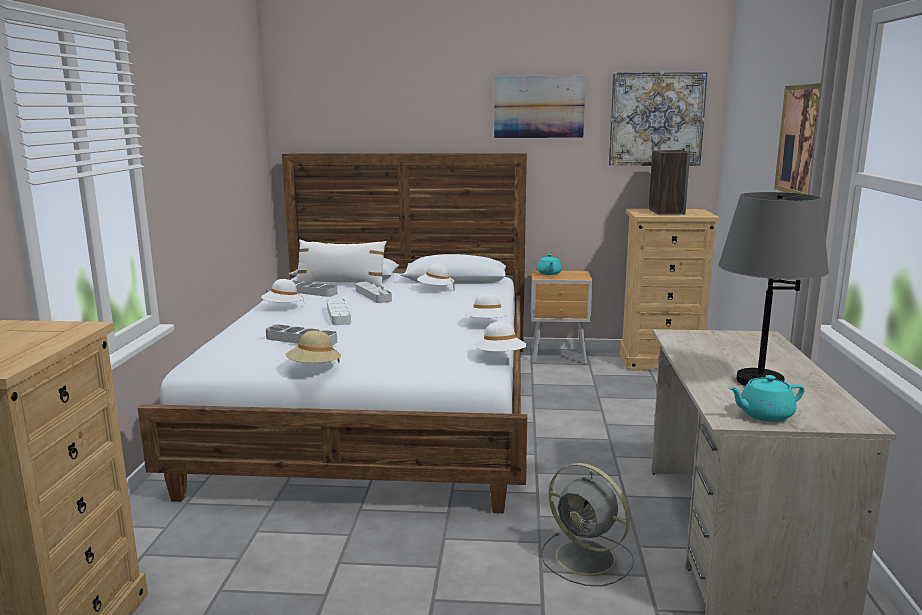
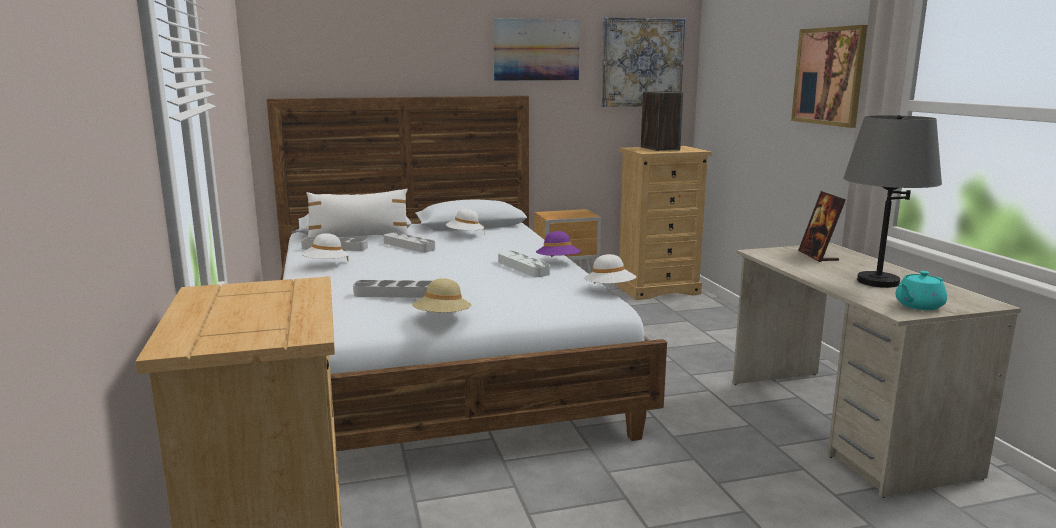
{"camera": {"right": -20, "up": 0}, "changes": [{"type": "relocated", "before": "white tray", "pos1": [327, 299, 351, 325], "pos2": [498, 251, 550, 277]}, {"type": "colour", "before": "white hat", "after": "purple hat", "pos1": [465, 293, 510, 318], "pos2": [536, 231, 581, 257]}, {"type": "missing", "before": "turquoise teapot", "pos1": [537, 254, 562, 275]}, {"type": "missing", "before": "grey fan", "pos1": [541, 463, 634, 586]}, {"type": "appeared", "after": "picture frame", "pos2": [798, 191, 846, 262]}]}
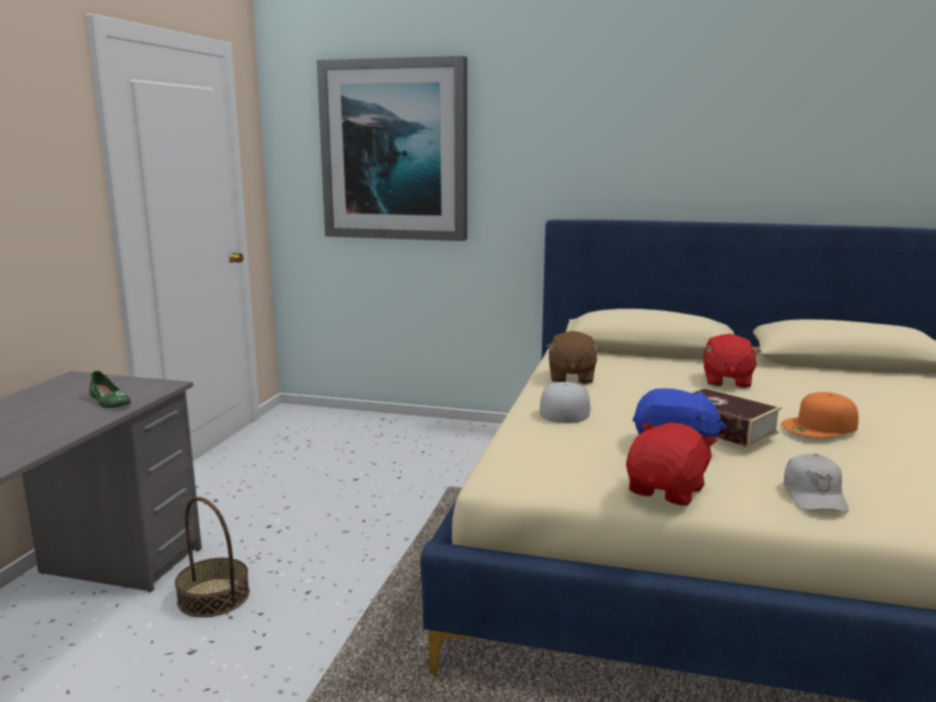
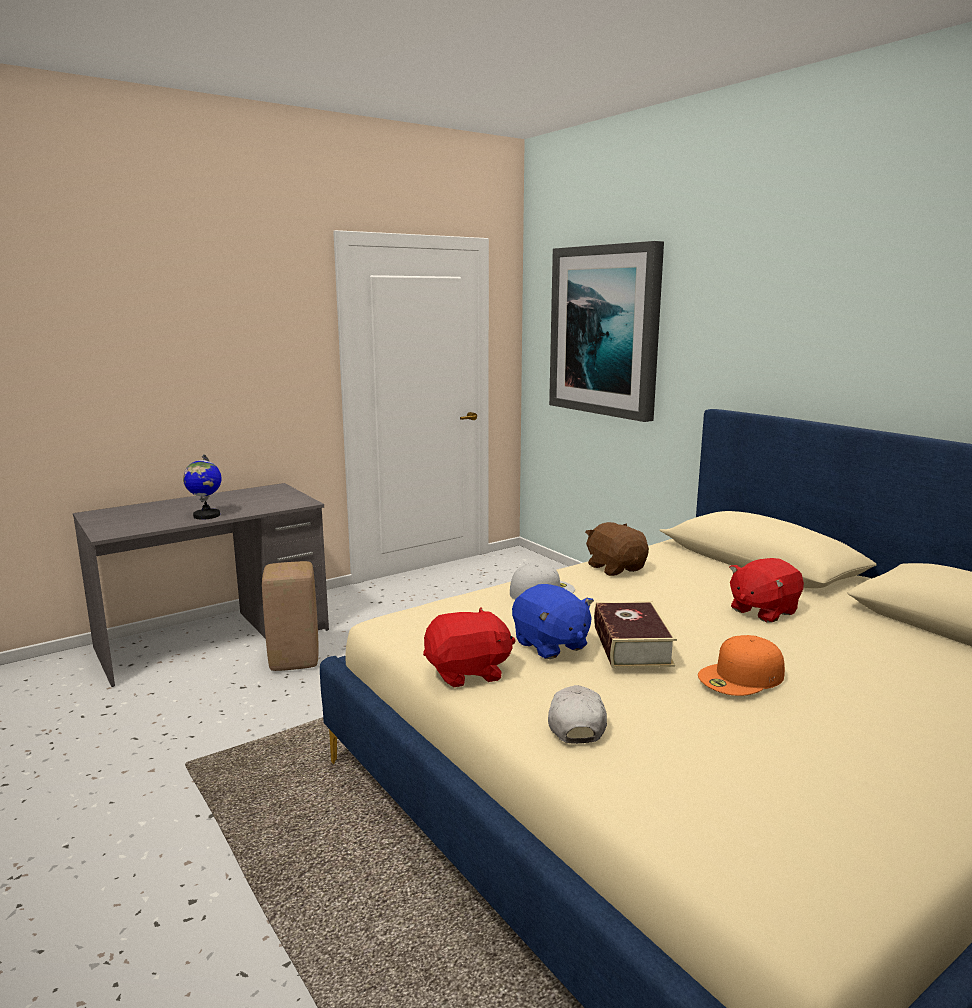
{"camera": {"right": 40, "up": 0}, "changes": [{"type": "missing", "before": "green shoe", "pos1": [89, 371, 131, 408]}, {"type": "exchanged", "before": "basket", "after": "beige stool", "pos1": [175, 497, 250, 617], "pos2": [262, 561, 319, 671]}, {"type": "spun", "before": "brown plush toy", "pos1": [547, 331, 601, 384], "pos2": [585, 522, 649, 576], "turn": 105}, {"type": "spun", "before": "orange cap", "pos1": [781, 392, 858, 438], "pos2": [698, 635, 785, 696], "turn": -45}, {"type": "spun", "before": "white cap", "pos1": [783, 454, 849, 513], "pos2": [548, 685, 607, 744], "turn": 135}, {"type": "appeared", "after": "globe", "pos2": [183, 454, 222, 520]}]}
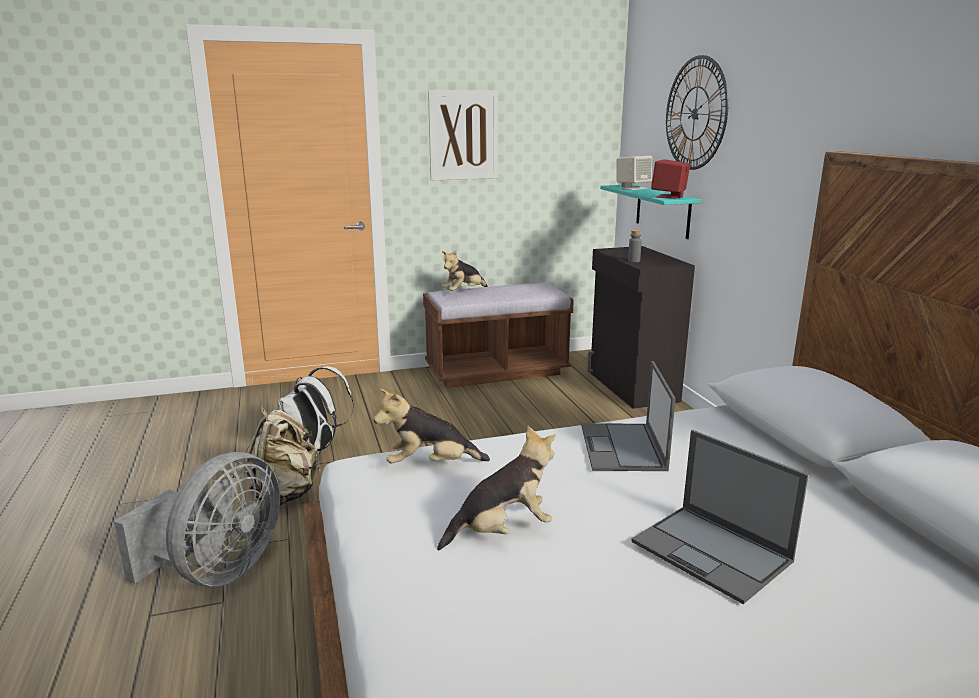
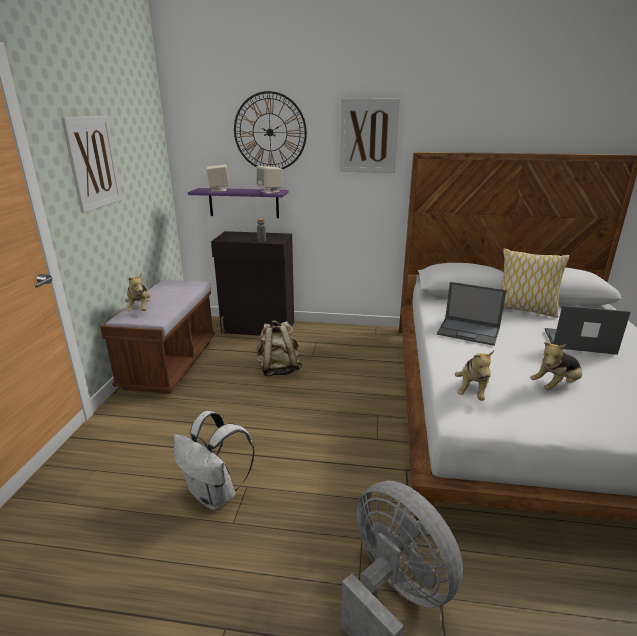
{"camera": {"right": -65, "up": 5}, "changes": [{"type": "relocated", "before": "beige backpack", "pos1": [244, 406, 321, 505], "pos2": [257, 320, 302, 376]}, {"type": "spun", "before": "plush toy", "pos1": [437, 426, 556, 550], "pos2": [530, 342, 582, 391], "turn": -120}, {"type": "colour", "before": "turquoise shelf", "after": "purple shelf", "pos1": [600, 185, 701, 239], "pos2": [188, 188, 289, 218]}, {"type": "spun", "before": "laptop", "pos1": [631, 430, 809, 604], "pos2": [545, 305, 631, 355], "turn": -150}, {"type": "colour", "before": "red speaker", "after": "beige speaker", "pos1": [651, 159, 690, 199], "pos2": [256, 166, 283, 193]}, {"type": "appeared", "after": "picture", "pos2": [340, 99, 400, 173]}, {"type": "appeared", "after": "pillow", "pos2": [501, 248, 570, 318]}]}
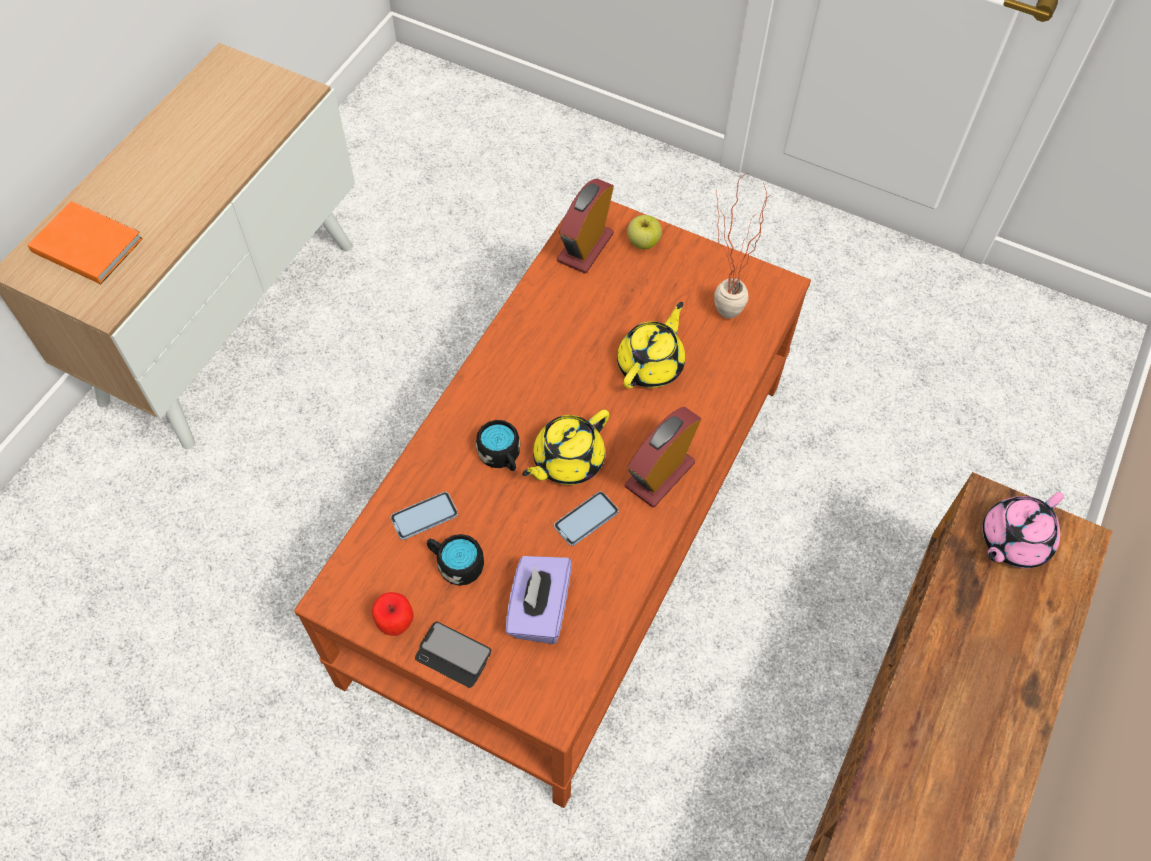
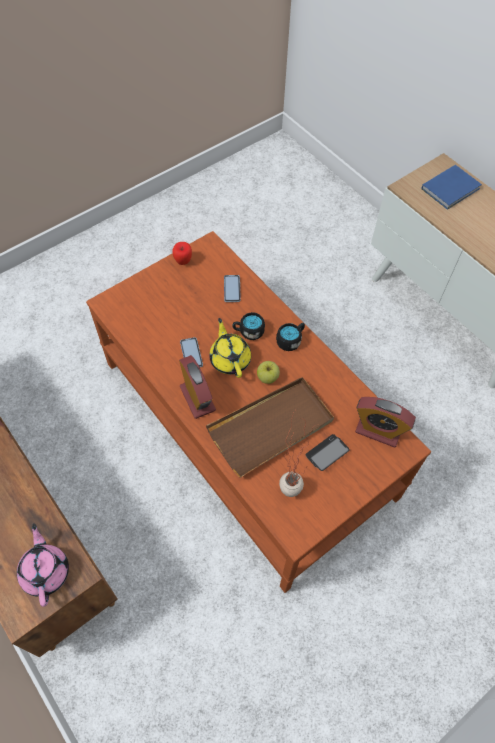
{"camera": {"right": 115, "up": 0}, "changes": [{"type": "colour", "before": "orange book", "after": "blue book", "pos1": [28, 201, 143, 284], "pos2": [421, 165, 482, 210]}, {"type": "relocated", "before": "phone", "pos1": [415, 621, 491, 688], "pos2": [306, 434, 350, 471]}, {"type": "relocated", "before": "black mug", "pos1": [427, 534, 484, 586], "pos2": [276, 323, 305, 351]}, {"type": "missing", "before": "purple tissue box", "pos1": [506, 556, 572, 644]}, {"type": "spun", "before": "alarm clock", "pos1": [557, 179, 614, 273], "pos2": [355, 397, 416, 448], "turn": 150}, {"type": "exchanged", "before": "yellow teapot", "after": "brown tray", "pos1": [617, 302, 685, 389], "pos2": [206, 377, 334, 478]}, {"type": "relocated", "before": "apple", "pos1": [627, 215, 662, 249], "pos2": [257, 361, 280, 384]}]}
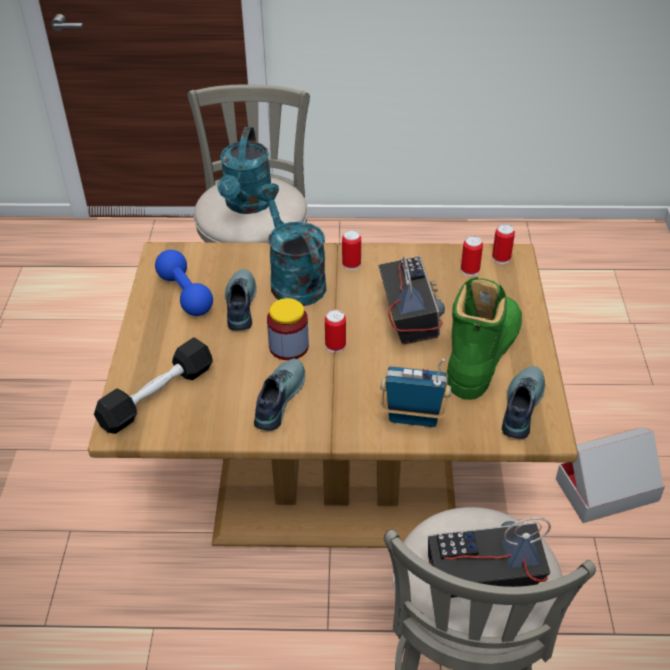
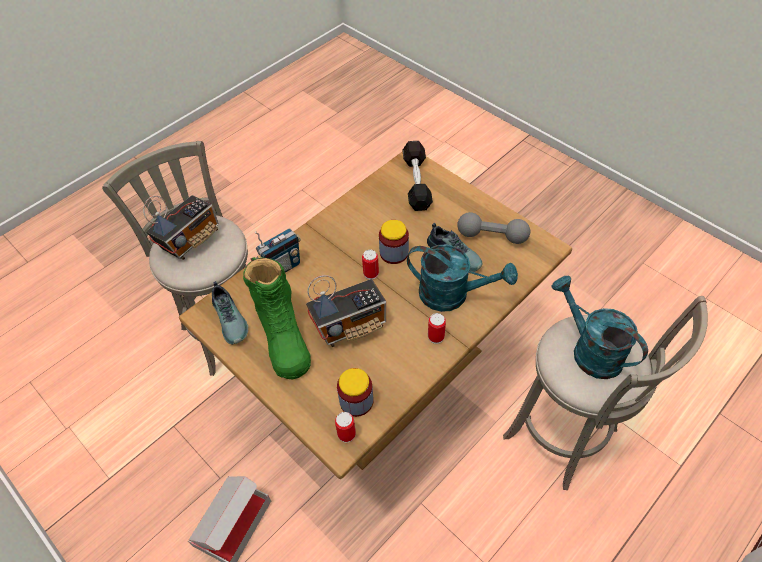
{"camera": {"right": 135, "up": 10}, "changes": [{"type": "colour", "before": "blue dumbbell", "after": "grey dumbbell", "pos1": [155, 250, 213, 316], "pos2": [457, 212, 530, 244]}, {"type": "missing", "before": "shoe", "pos1": [254, 359, 305, 431]}, {"type": "spun", "before": "radio", "pos1": [379, 255, 445, 344], "pos2": [306, 275, 386, 347], "turn": -60}, {"type": "exchanged", "before": "can", "after": "jar", "pos1": [461, 236, 483, 276], "pos2": [337, 368, 373, 417]}]}
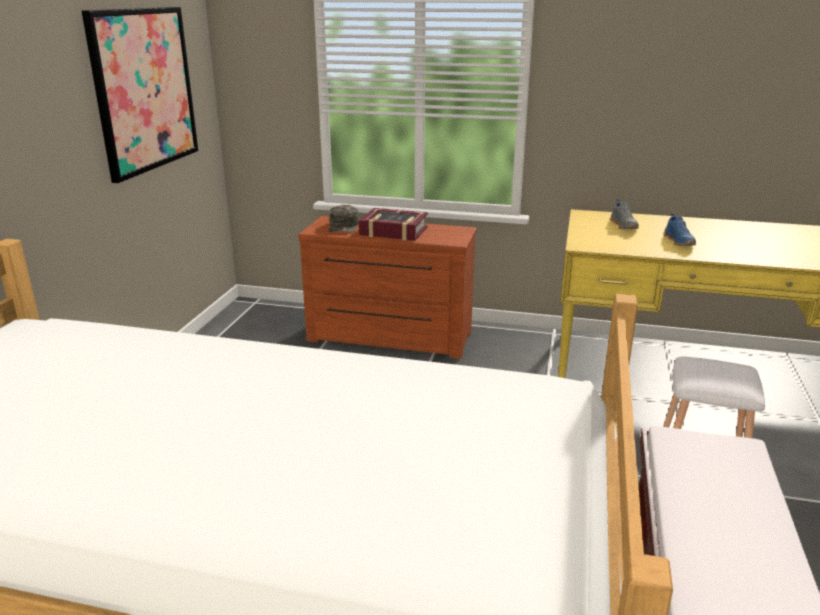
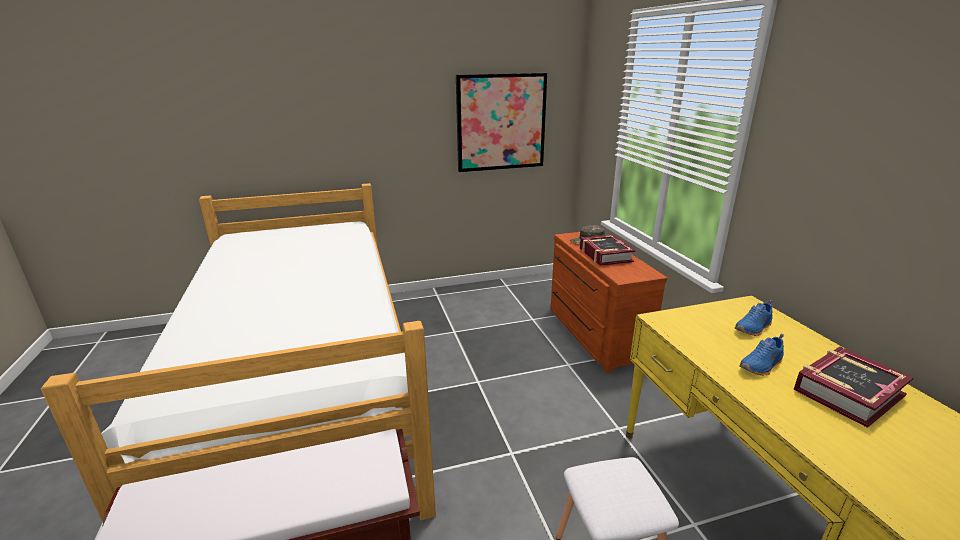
{"camera": {"right": 60, "up": 0}, "changes": [{"type": "colour", "before": "grey shoe", "after": "blue shoe", "pos1": [610, 199, 639, 229], "pos2": [735, 300, 773, 336]}, {"type": "appeared", "after": "book", "pos2": [794, 347, 914, 428]}]}
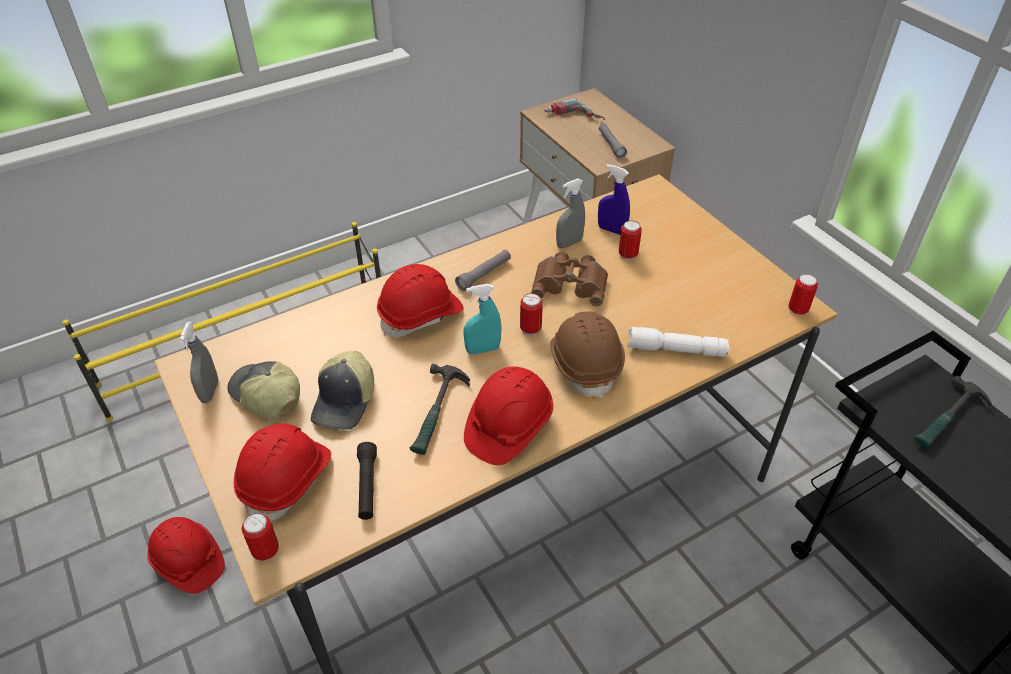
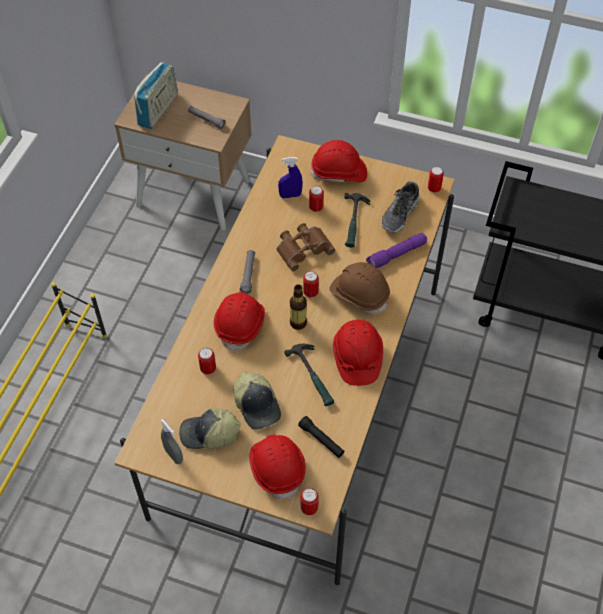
{"camera": {"right": -40, "up": 10}, "changes": [{"type": "relocated", "before": "red hard hat", "pos1": [147, 517, 225, 594], "pos2": [310, 140, 367, 182]}, {"type": "exchanged", "before": "turquoise spray bottle", "after": "bottle", "pos1": [463, 284, 502, 355], "pos2": [290, 284, 307, 330]}, {"type": "exchanged", "before": "power drill", "after": "radio", "pos1": [544, 98, 605, 120], "pos2": [134, 62, 178, 129]}, {"type": "missing", "before": "grey spray bottle", "pos1": [556, 178, 585, 248]}, {"type": "colour", "before": "white flashlight", "after": "purple flashlight", "pos1": [627, 327, 730, 357], "pos2": [366, 232, 427, 268]}, {"type": "relocated", "before": "hammer", "pos1": [914, 375, 992, 449], "pos2": [344, 193, 371, 248]}, {"type": "appeared", "after": "can", "pos2": [198, 348, 216, 375]}, {"type": "appeared", "after": "shoe", "pos2": [381, 181, 420, 233]}]}
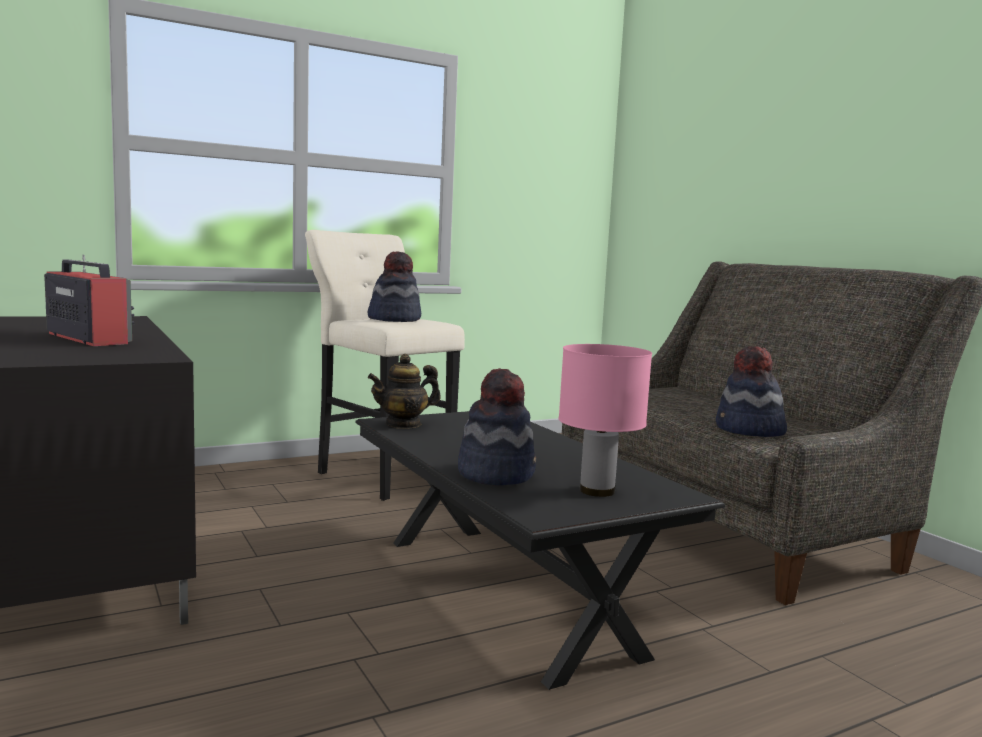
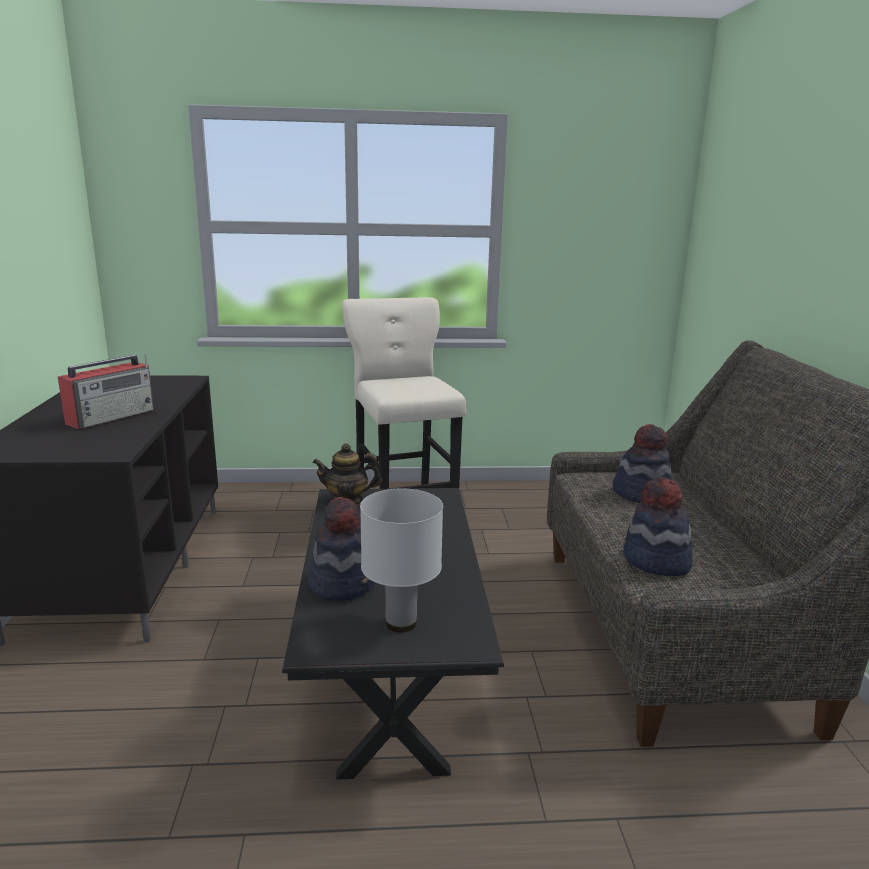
{"camera": {"right": 25, "up": 10}, "changes": [{"type": "spun", "before": "radio", "pos1": [44, 255, 135, 346], "pos2": [58, 353, 154, 429], "turn": 60}, {"type": "relocated", "before": "hat", "pos1": [368, 251, 421, 322], "pos2": [613, 424, 672, 503]}, {"type": "colour", "before": "pink table lamp", "after": "white table lamp", "pos1": [559, 344, 652, 497], "pos2": [360, 488, 443, 633]}]}
